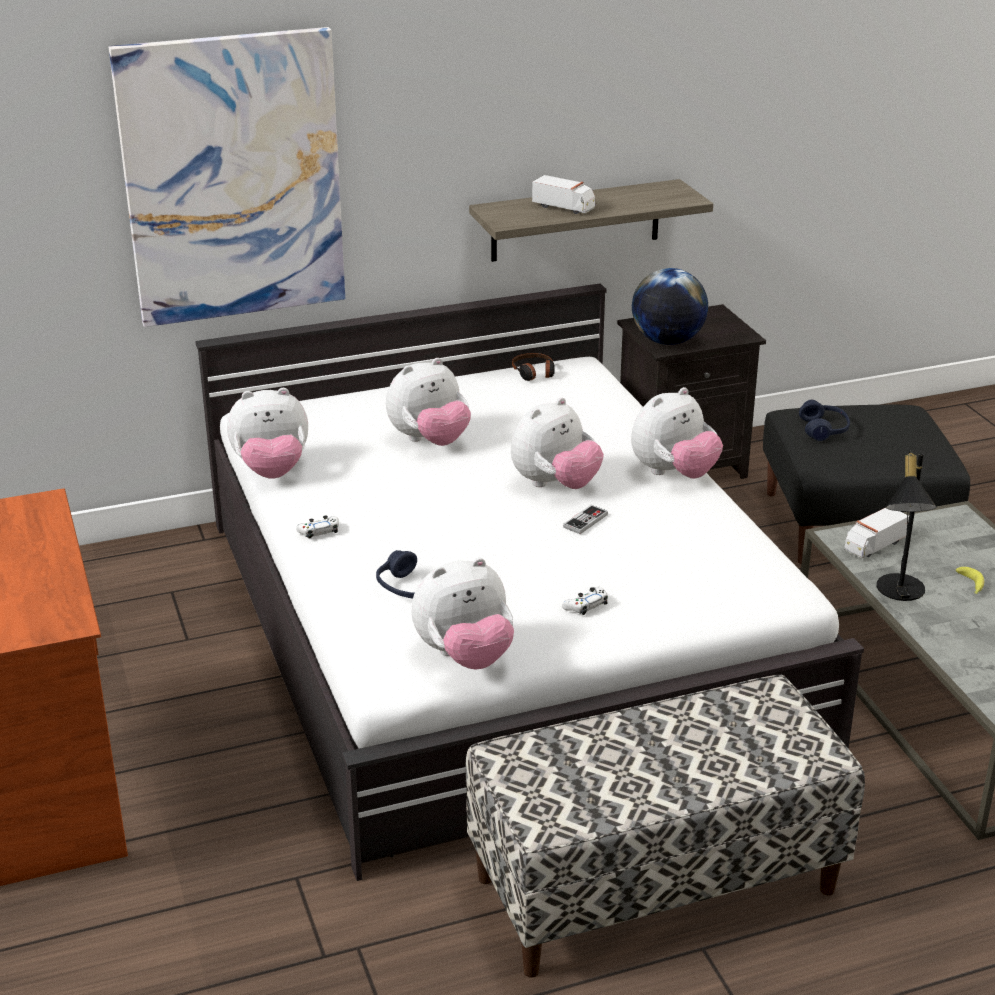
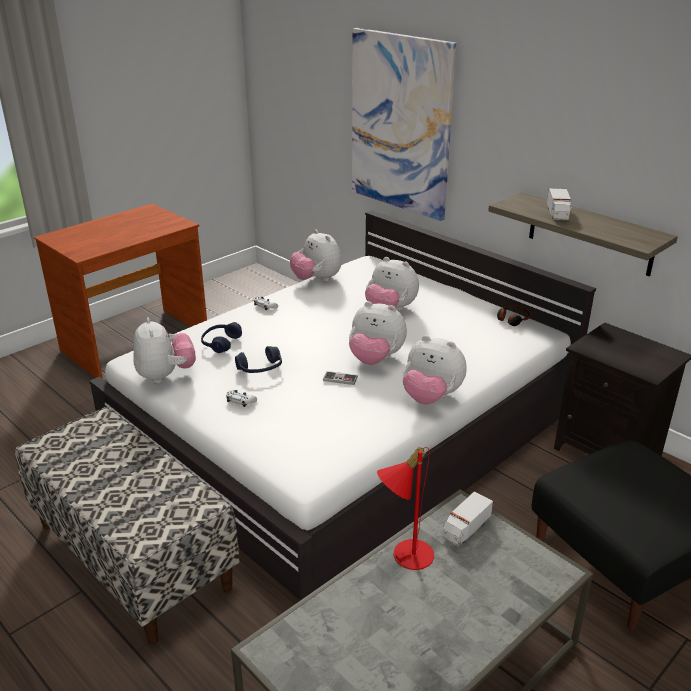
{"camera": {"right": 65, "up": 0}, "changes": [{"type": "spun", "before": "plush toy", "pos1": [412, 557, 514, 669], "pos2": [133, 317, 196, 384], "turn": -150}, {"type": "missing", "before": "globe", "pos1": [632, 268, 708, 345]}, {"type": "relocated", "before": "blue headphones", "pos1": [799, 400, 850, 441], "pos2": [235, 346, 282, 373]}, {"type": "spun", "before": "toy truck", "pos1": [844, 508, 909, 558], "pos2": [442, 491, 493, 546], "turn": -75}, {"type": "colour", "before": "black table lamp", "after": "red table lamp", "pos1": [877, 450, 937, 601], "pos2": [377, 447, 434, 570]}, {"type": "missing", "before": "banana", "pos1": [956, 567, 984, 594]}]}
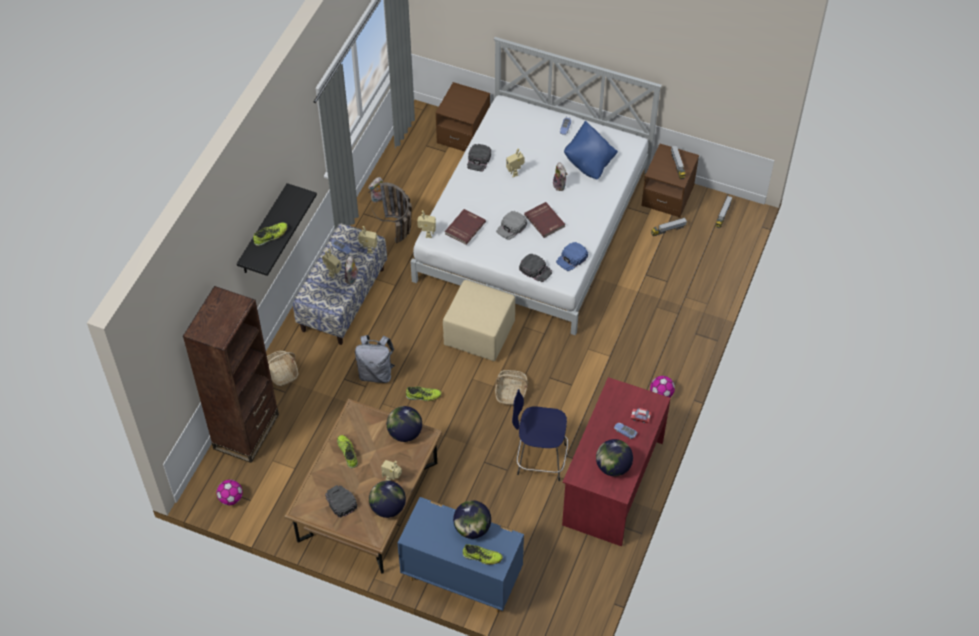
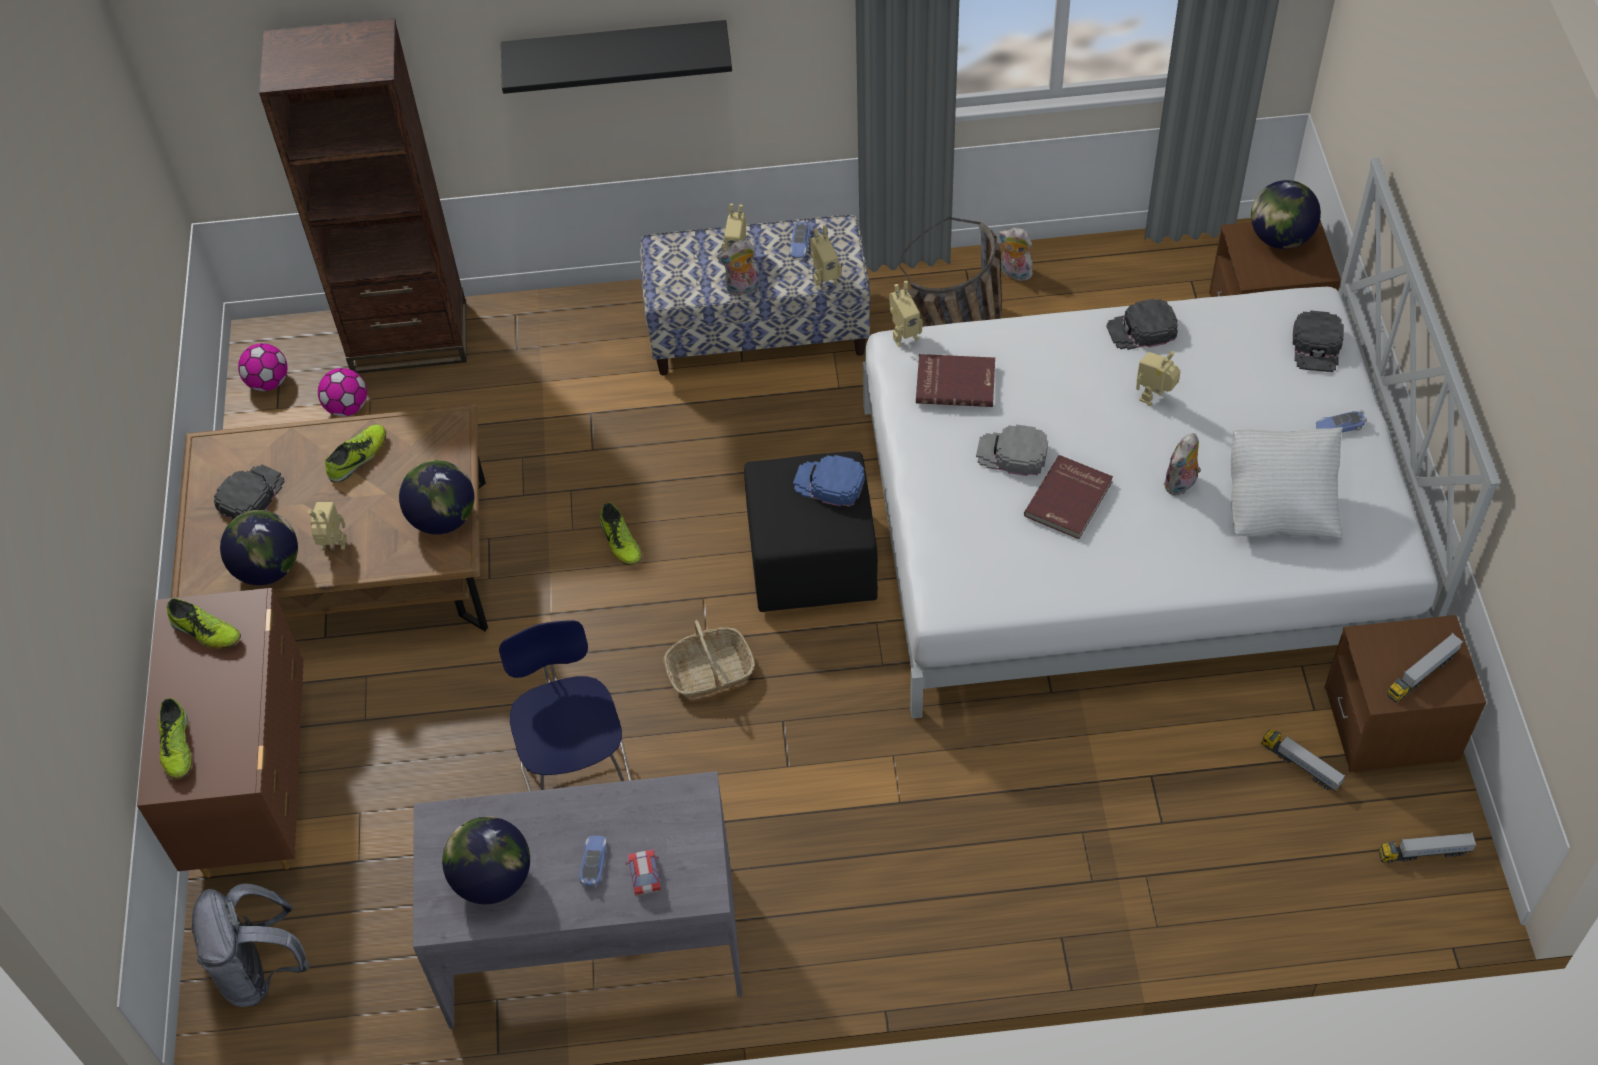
{"camera": {"right": 65, "up": 0}, "changes": [{"type": "relocated", "before": "shoe", "pos1": [253, 222, 288, 246], "pos2": [167, 598, 241, 649]}, {"type": "missing", "before": "basket", "pos1": [267, 351, 298, 387]}, {"type": "relocated", "before": "grey backpack", "pos1": [355, 335, 395, 383], "pos2": [191, 883, 309, 1007]}, {"type": "colour", "before": "blue dresser", "after": "brown dresser", "pos1": [397, 497, 524, 613], "pos2": [137, 588, 304, 878]}, {"type": "colour", "before": "beige ottoman", "after": "black ottoman", "pos1": [443, 280, 515, 361], "pos2": [744, 451, 878, 612]}, {"type": "relocated", "before": "globe", "pos1": [453, 500, 491, 539], "pos2": [1251, 180, 1321, 249]}, {"type": "relocated", "before": "black cap", "pos1": [519, 254, 552, 282], "pos2": [1293, 310, 1344, 372]}, {"type": "relocated", "before": "blue cap", "pos1": [556, 242, 588, 271], "pos2": [793, 455, 865, 507]}, {"type": "colour", "before": "red desk", "after": "grey desk", "pos1": [562, 377, 671, 546], "pos2": [413, 771, 742, 1029]}, {"type": "colour", "before": "blue pillow", "after": "white pillow", "pos1": [564, 121, 618, 179], "pos2": [1231, 427, 1343, 539]}, {"type": "relocated", "before": "football", "pos1": [650, 376, 675, 397], "pos2": [318, 368, 367, 417]}]}
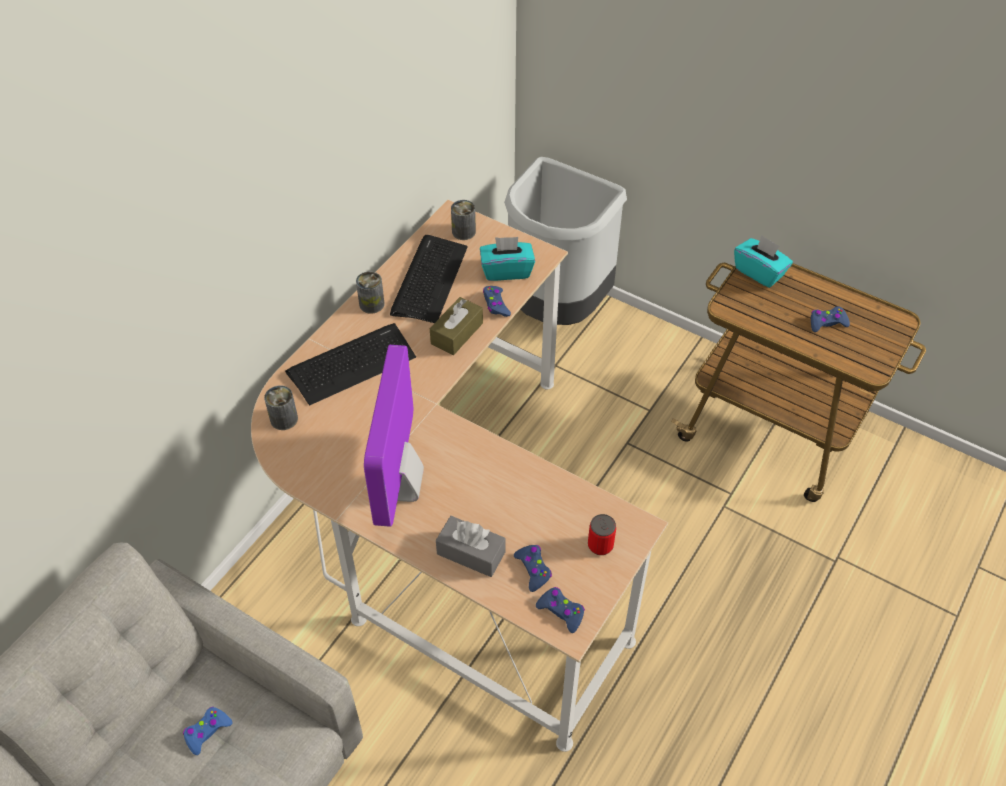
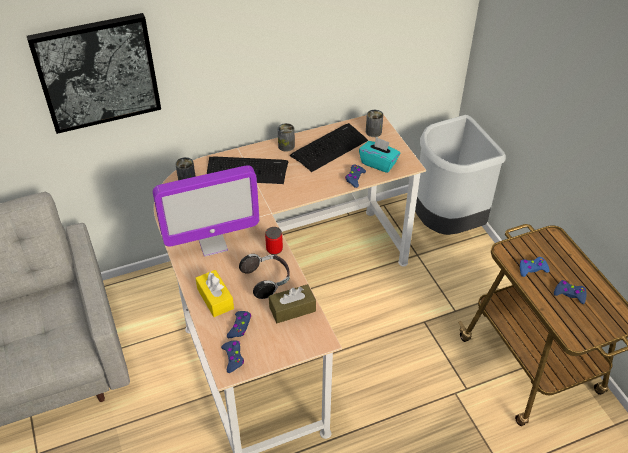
{"camera": {"right": 35, "up": -5}, "changes": [{"type": "relocated", "before": "blue game controller", "pos1": [183, 707, 233, 755], "pos2": [520, 257, 550, 277]}, {"type": "spun", "before": "monitor", "pos1": [364, 345, 424, 527], "pos2": [153, 165, 259, 257], "turn": -150}, {"type": "relocated", "before": "brown tissue box", "pos1": [430, 297, 483, 355], "pos2": [269, 284, 316, 323]}, {"type": "colour", "before": "grey tissue box", "after": "yellow tissue box", "pos1": [436, 516, 506, 577], "pos2": [195, 270, 234, 317]}, {"type": "relocated", "before": "can", "pos1": [588, 514, 616, 555], "pos2": [265, 227, 283, 255]}, {"type": "missing", "before": "turquoise tissue box", "pos1": [734, 235, 793, 288]}, {"type": "appeared", "after": "picture", "pos2": [27, 13, 161, 134]}, {"type": "appeared", "after": "headphones", "pos2": [239, 254, 290, 299]}]}
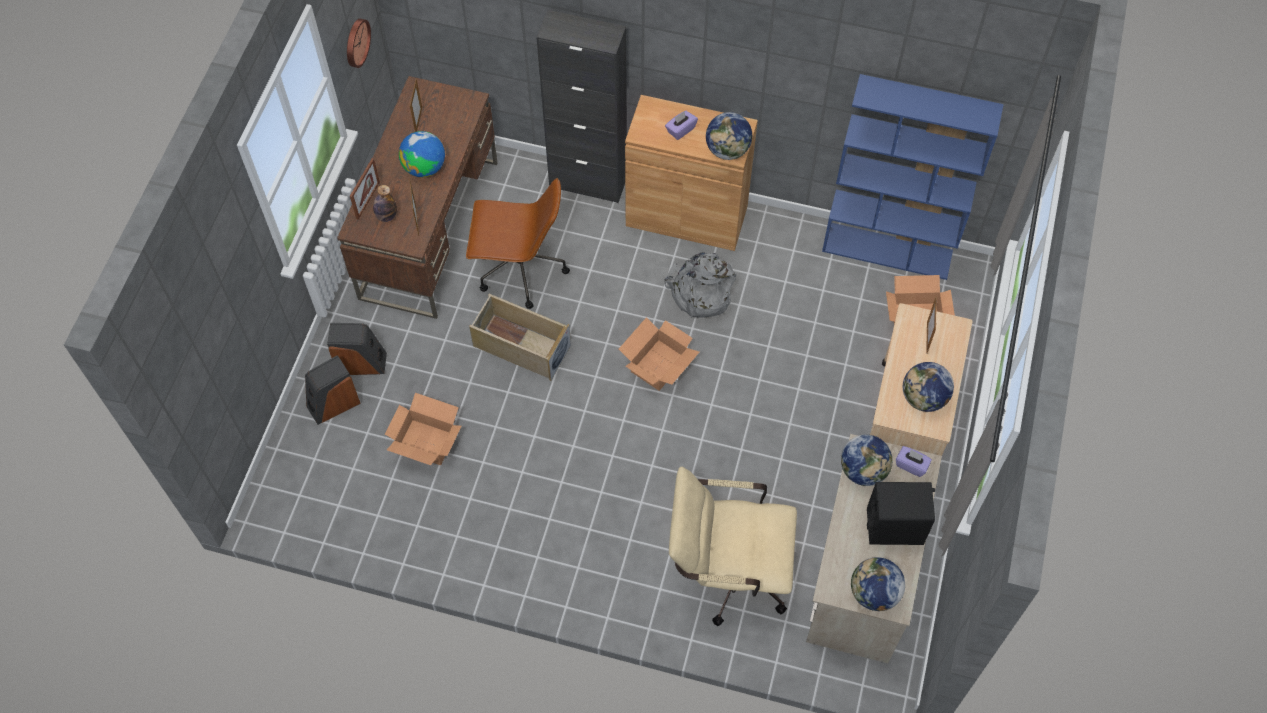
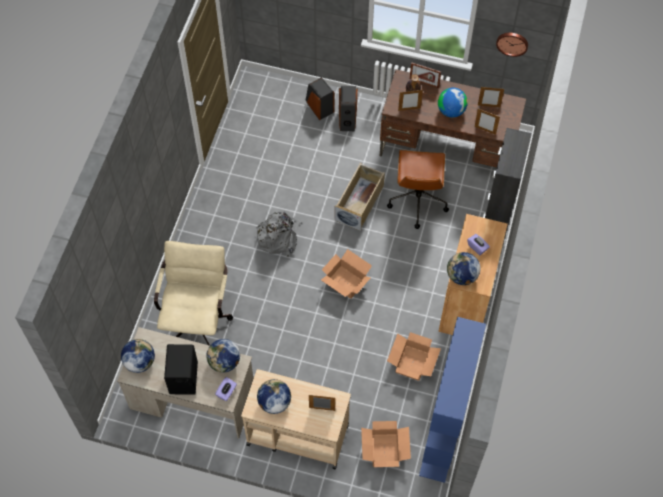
{"camera": {"right": 90, "up": 0}, "changes": [{"type": "relocated", "before": "cardboard box", "pos1": [385, 393, 461, 465], "pos2": [387, 332, 441, 381]}, {"type": "relocated", "before": "grey backpack", "pos1": [665, 252, 736, 318], "pos2": [256, 212, 302, 257]}, {"type": "appeared", "after": "picture frame", "pos2": [475, 109, 500, 135]}]}
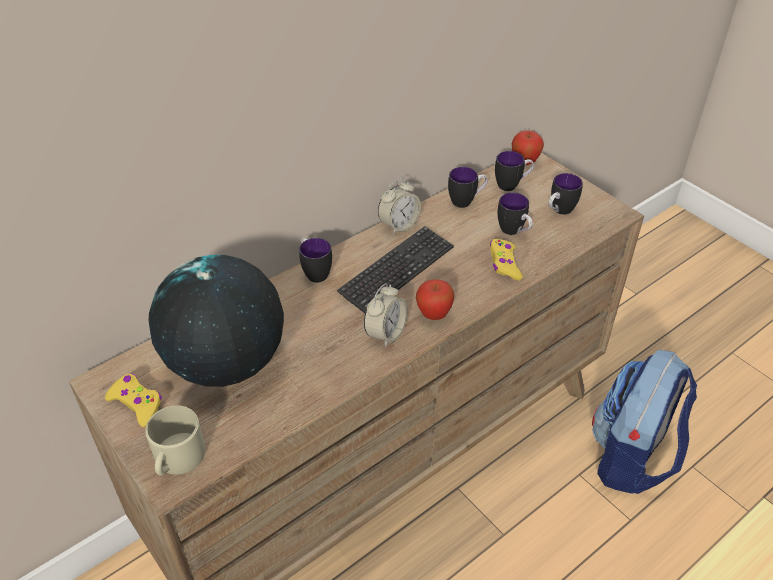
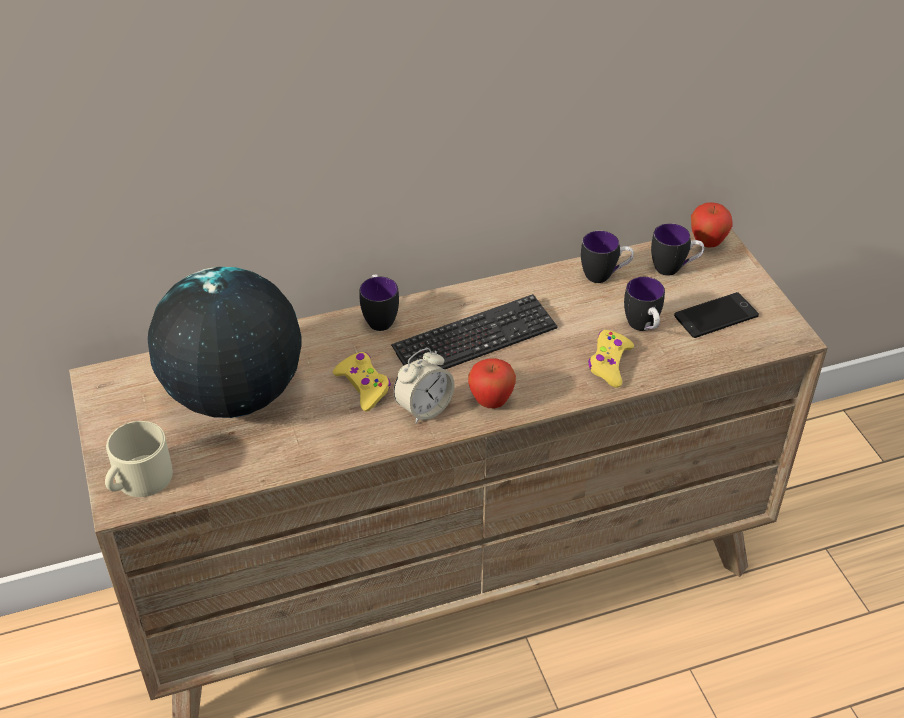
{"camera": {"right": 20, "up": 0}, "changes": [{"type": "relocated", "before": "yellow game controller", "pos1": [105, 373, 162, 427], "pos2": [333, 352, 391, 411]}, {"type": "missing", "before": "alarm clock", "pos1": [378, 178, 421, 235]}, {"type": "exchanged", "before": "mug", "after": "phone", "pos1": [548, 173, 583, 215], "pos2": [674, 292, 759, 338]}, {"type": "missing", "before": "backpack", "pos1": [592, 350, 697, 494]}]}
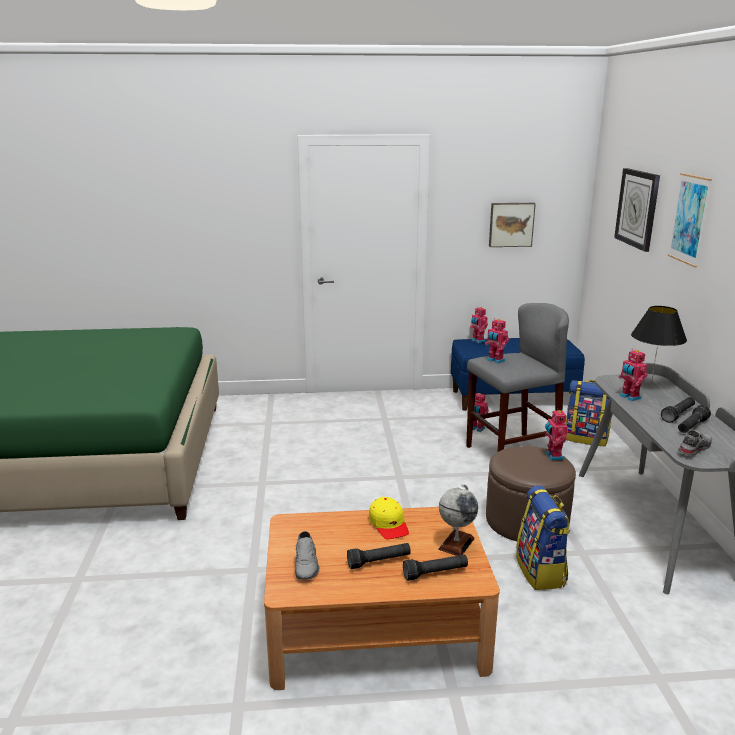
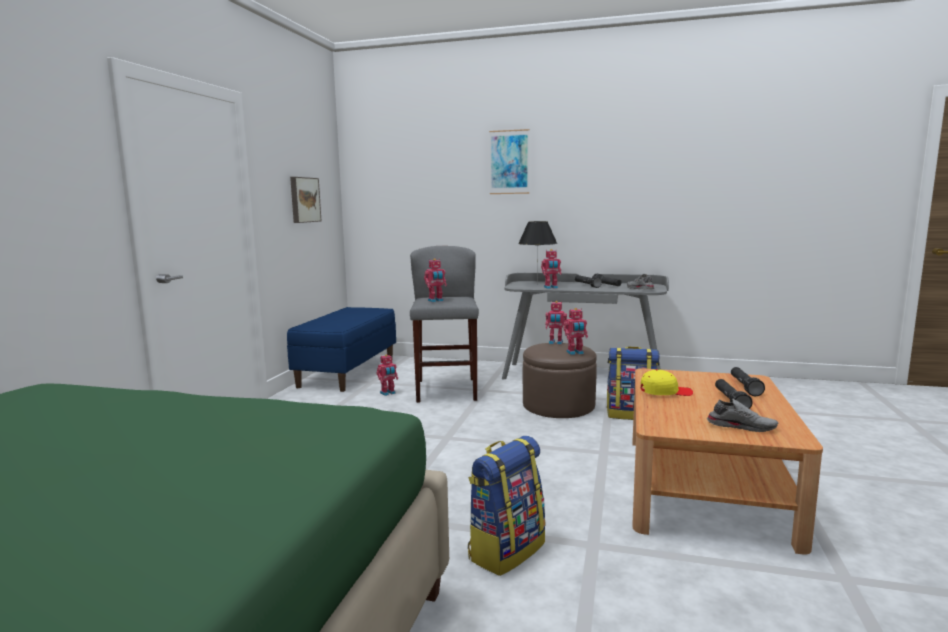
{"camera": {"right": -70, "up": -10}, "changes": [{"type": "missing", "before": "globe", "pos1": [438, 484, 478, 556]}, {"type": "relocated", "before": "toy robot", "pos1": [470, 306, 488, 343], "pos2": [564, 308, 588, 355]}, {"type": "relocated", "before": "backpack", "pos1": [566, 380, 611, 446], "pos2": [468, 436, 546, 576]}, {"type": "missing", "before": "wall clock", "pos1": [614, 168, 660, 252]}]}
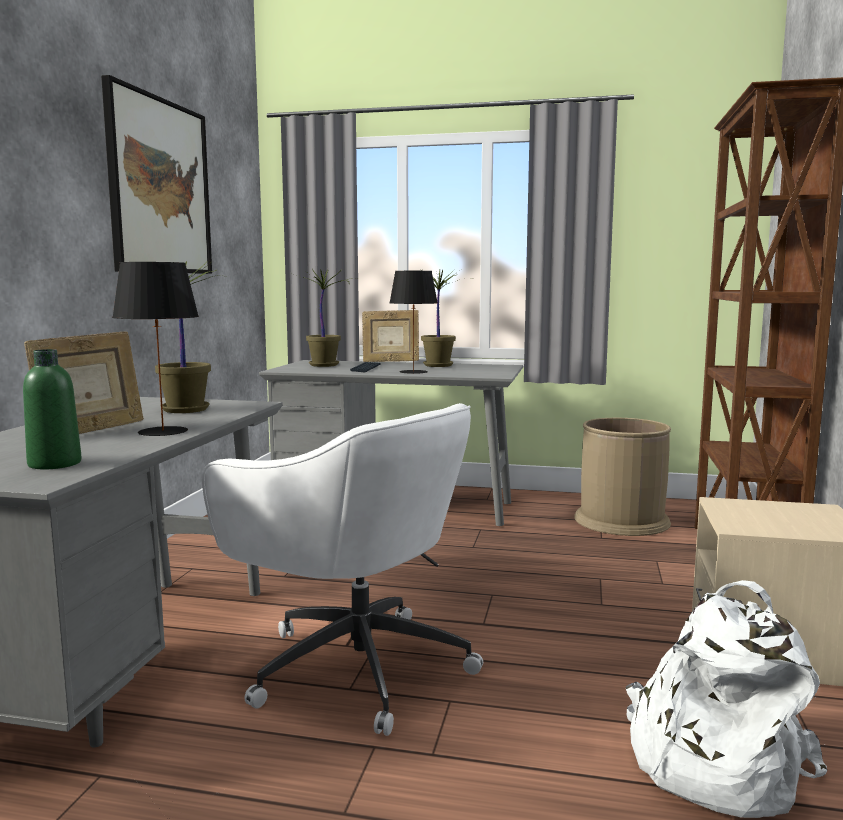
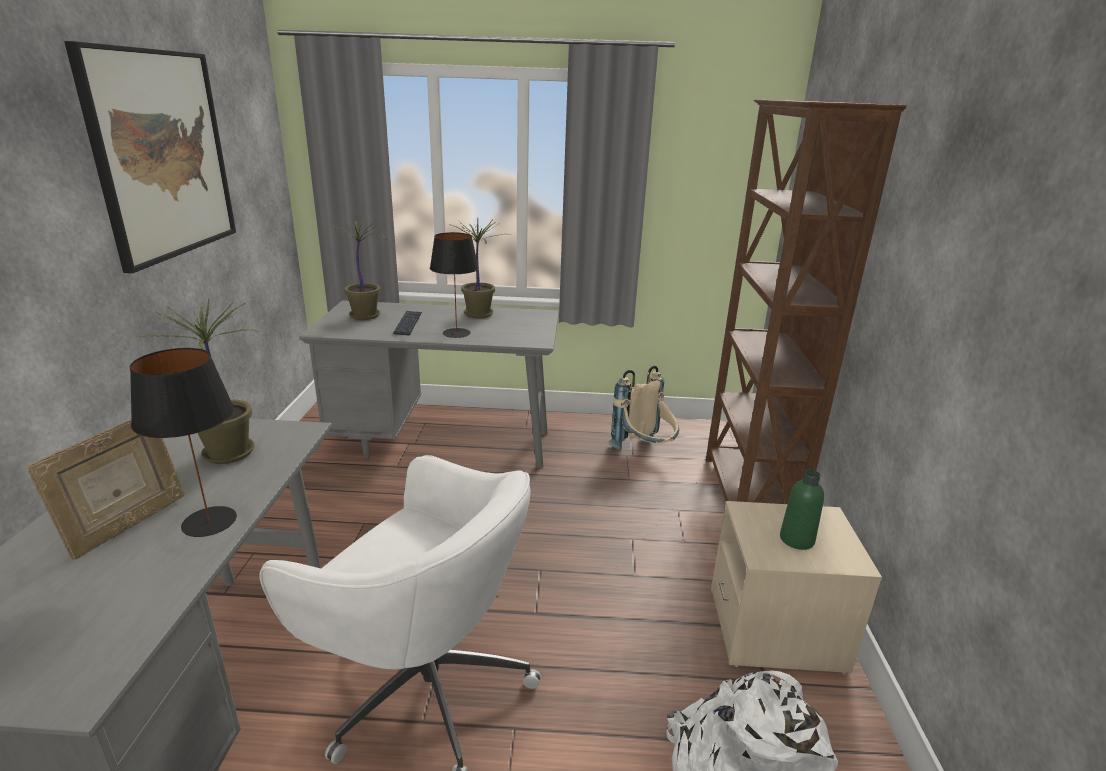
{"camera": {"right": -10, "up": 15}, "changes": [{"type": "relocated", "before": "green bottle", "pos1": [23, 349, 82, 470], "pos2": [780, 470, 824, 550]}, {"type": "missing", "before": "picture frame", "pos1": [362, 310, 419, 362]}, {"type": "exchanged", "before": "brown trash can", "after": "beige backpack", "pos1": [575, 418, 671, 536], "pos2": [608, 366, 679, 450]}]}
